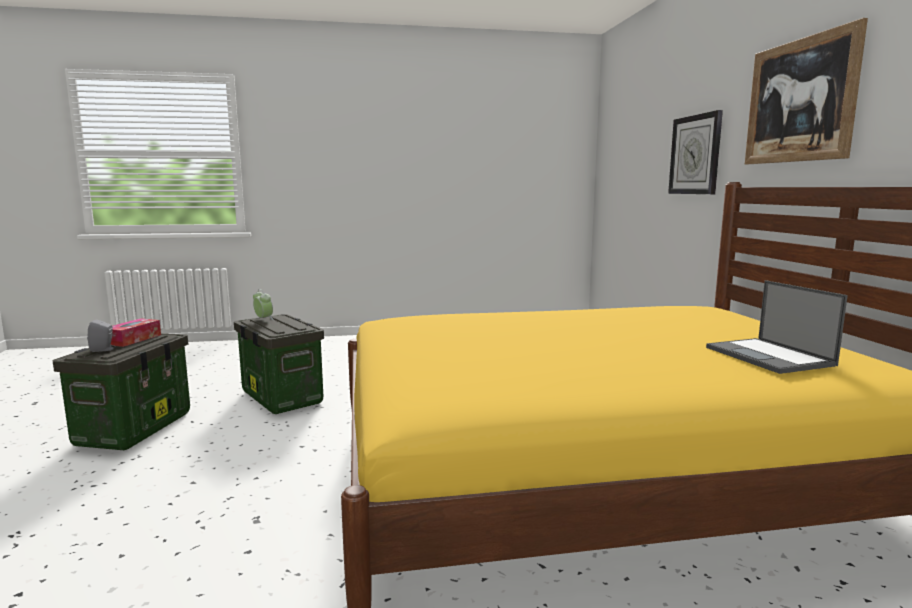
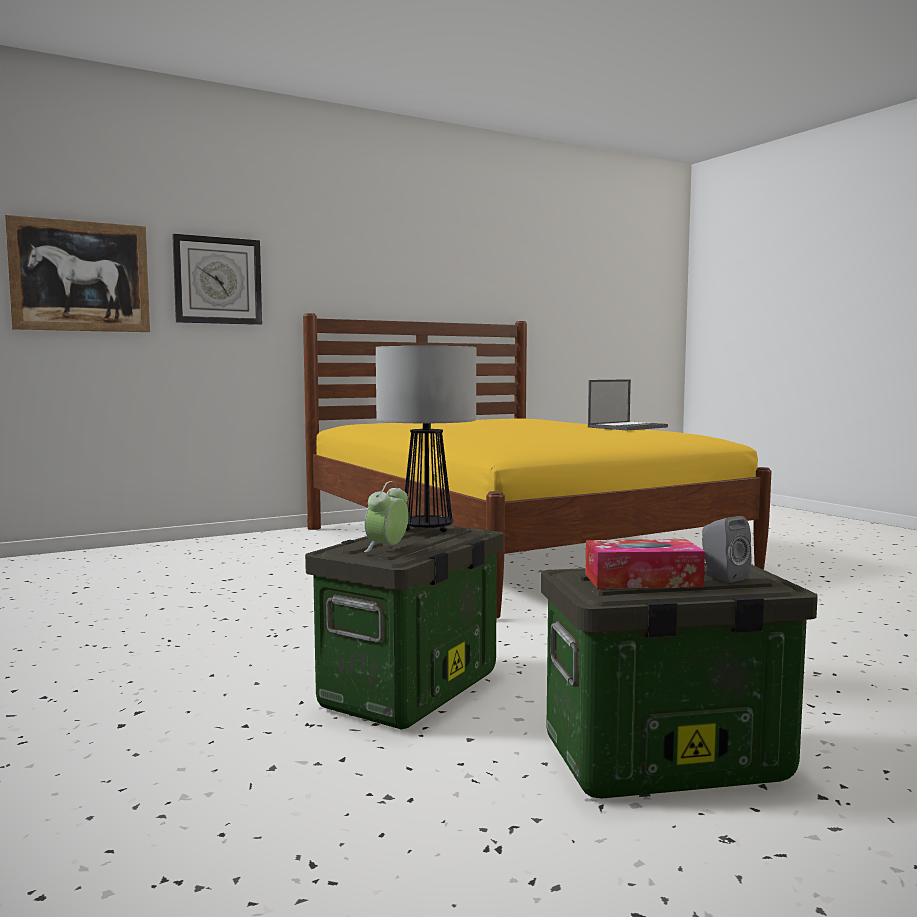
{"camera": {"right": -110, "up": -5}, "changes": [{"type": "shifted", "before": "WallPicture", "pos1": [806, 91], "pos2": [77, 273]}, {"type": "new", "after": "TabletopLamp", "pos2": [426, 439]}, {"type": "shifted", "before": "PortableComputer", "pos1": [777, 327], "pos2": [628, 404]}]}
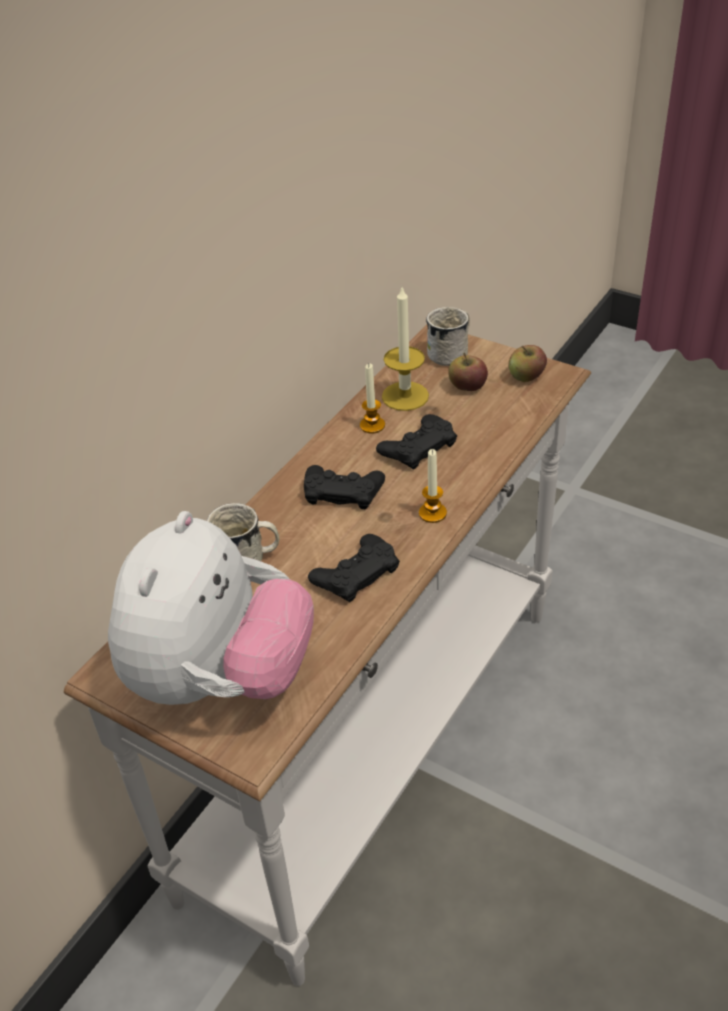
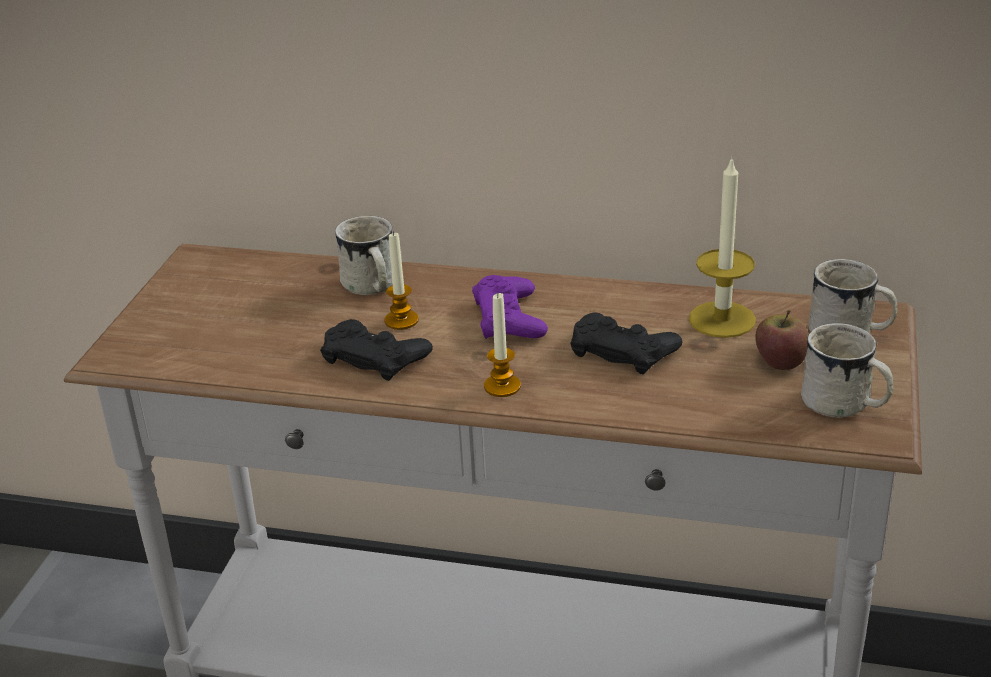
{"camera": {"right": 70, "up": -10}, "changes": [{"type": "shifted", "before": "WaxCandle", "pos1": [372, 398], "pos2": [401, 280]}, {"type": "repainted", "before": "BlackJoypad", "after": "PurpleColouredJoypad", "pos1": [344, 487], "pos2": [510, 307]}, {"type": "swapped", "before": "Apple", "after": "WhiteMug", "pos1": [528, 363], "pos2": [847, 370]}, {"type": "gone", "before": "CuddlyToy", "pos1": [211, 608]}]}
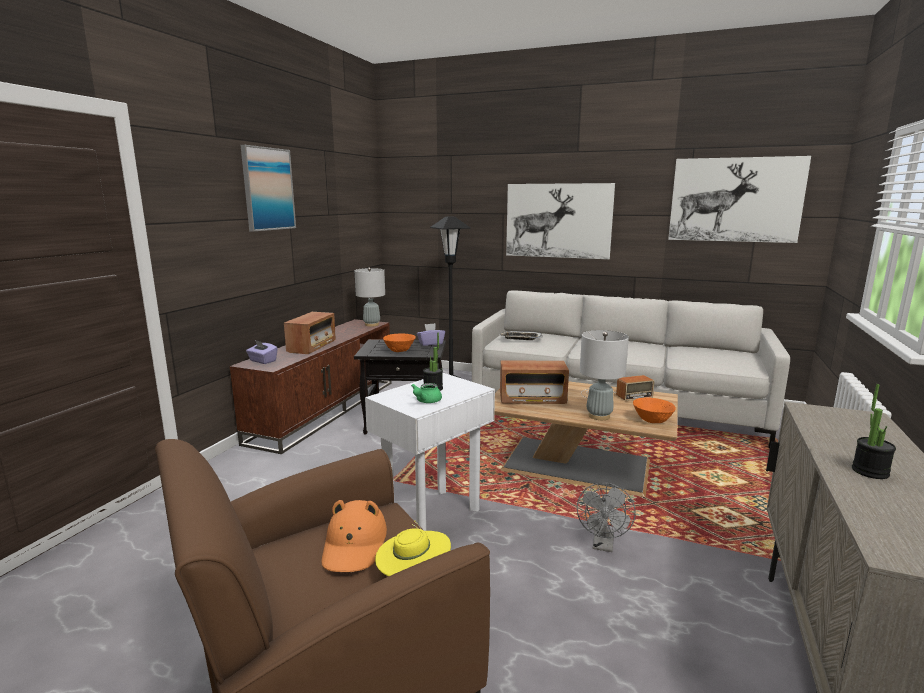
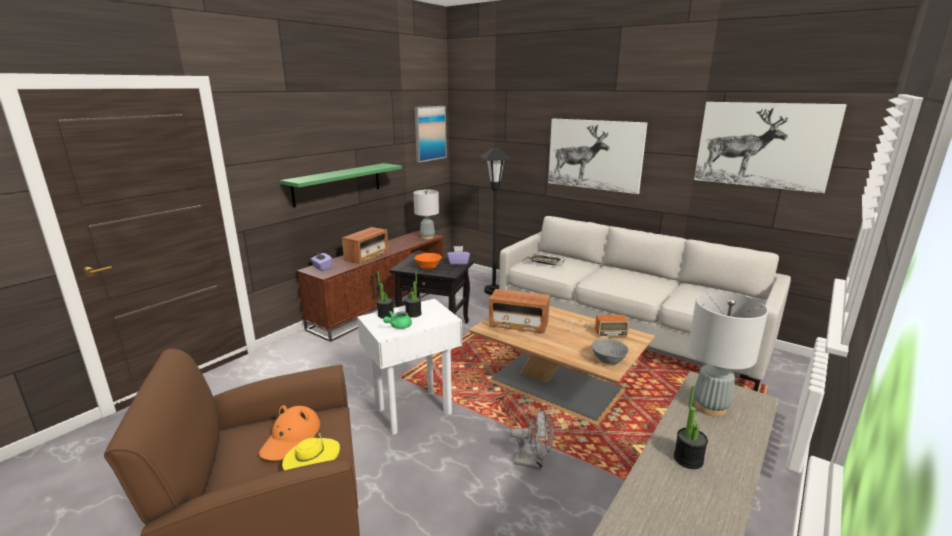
{"camera": {"right": 15, "up": 5}, "changes": [{"type": "new", "after": "GreenColouredWallShelf", "pos2": [341, 185]}, {"type": "new", "after": "Houseplant", "pos2": [385, 295]}, {"type": "shifted", "before": "WallPicture", "pos1": [268, 188], "pos2": [431, 134]}, {"type": "rotated", "before": "GreyishElectricFan", "pos1": [606, 517], "pos2": [532, 440], "turn": -105}, {"type": "repainted", "before": "OrangeServingBowl", "after": "GreyishServingBowl", "pos1": [654, 410], "pos2": [609, 352]}, {"type": "shifted", "before": "GreyishTabletopLamp", "pos1": [604, 375], "pos2": [728, 354]}]}
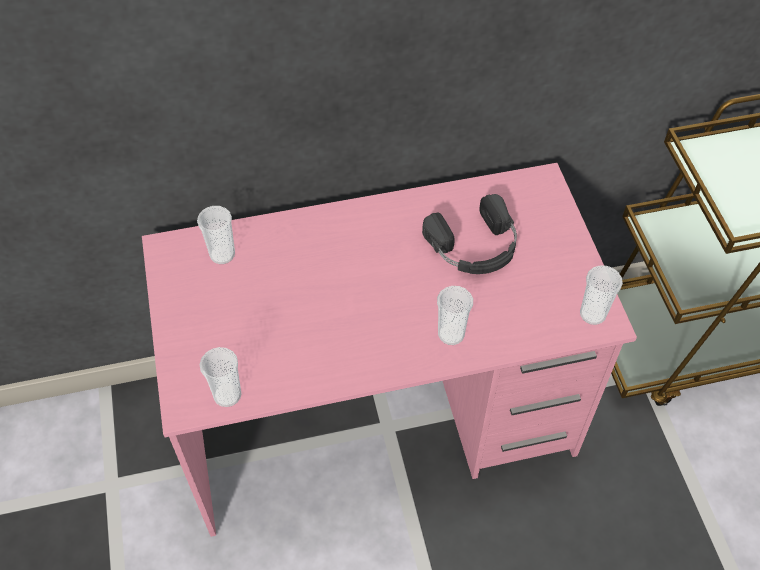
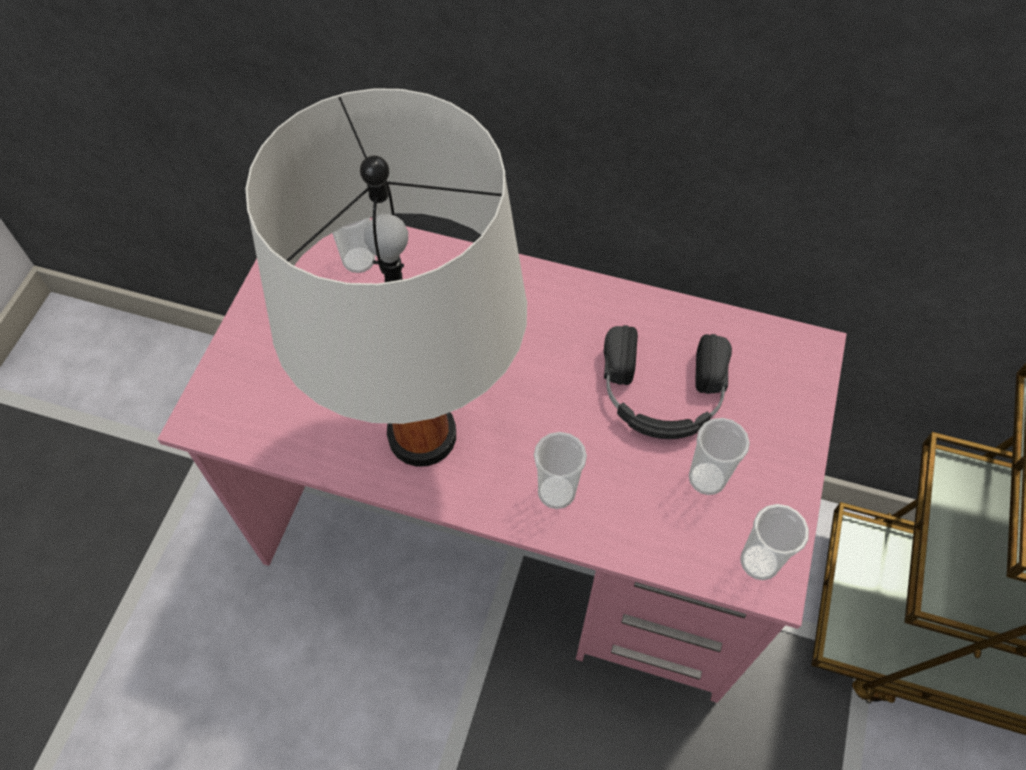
{"camera": {"right": 30, "up": 5}, "changes": [{"type": "new", "after": "WhiteTabletopLamp", "pos2": [386, 277]}, {"type": "shifted", "before": "Cup", "pos1": [220, 377], "pos2": [719, 456]}]}
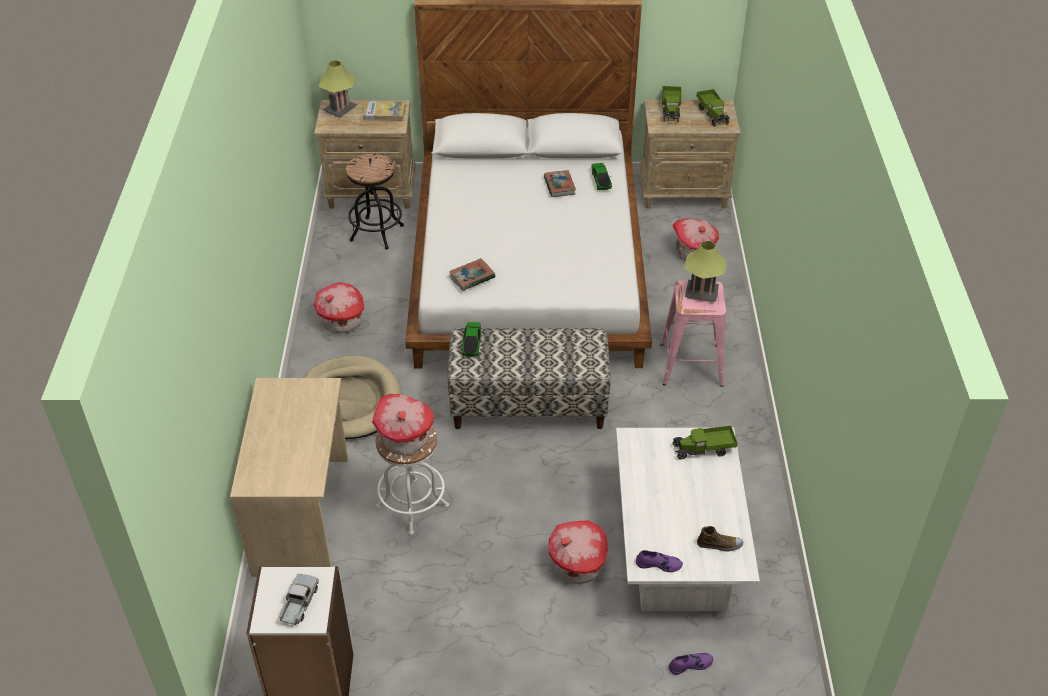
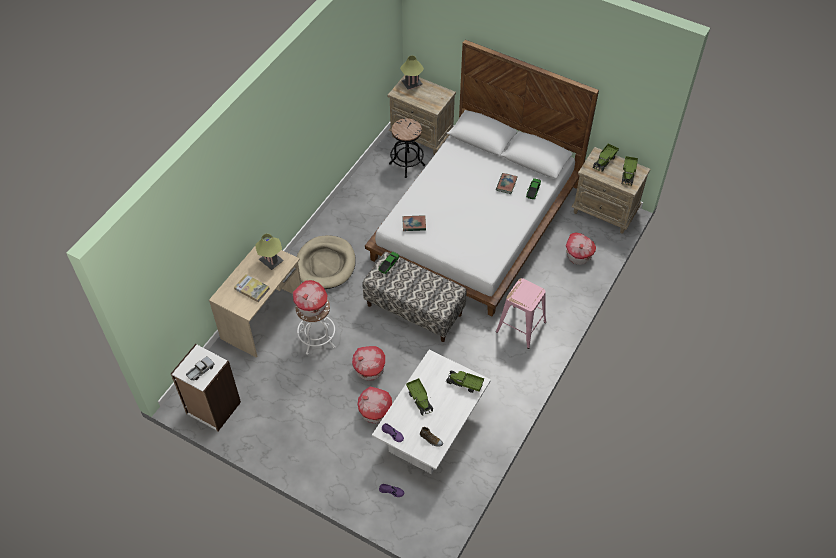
{"camera": {"right": 30, "up": 10}, "changes": [{"type": "shifted", "before": "BoundBook", "pos1": [384, 111], "pos2": [252, 288]}, {"type": "shifted", "before": "TabletopLamp", "pos1": [705, 271], "pos2": [269, 252]}, {"type": "shifted", "before": "MiniatureHouse", "pos1": [339, 307], "pos2": [368, 363]}, {"type": "new", "after": "ModelTruck", "pos2": [419, 397]}]}
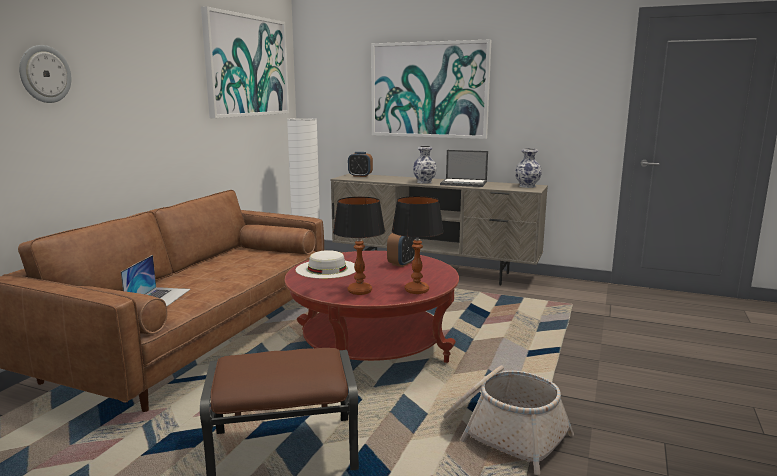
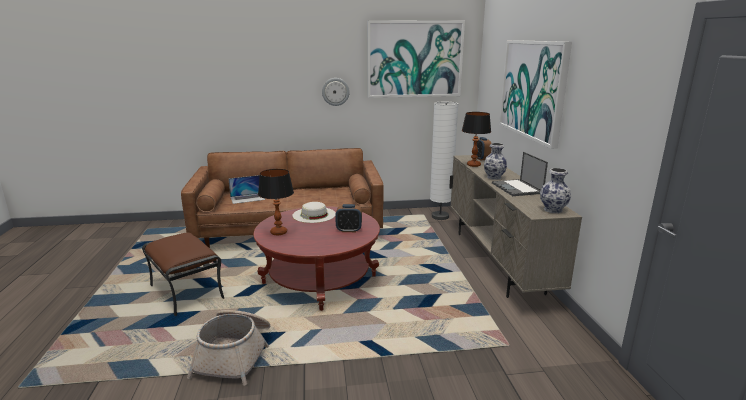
{"camera": {"right": 60, "up": 5}, "changes": [{"type": "shifted", "before": "ClockOnTheWall", "pos1": [45, 74], "pos2": [336, 92]}, {"type": "shifted", "before": "TabletopLamp", "pos1": [418, 245], "pos2": [476, 139]}]}
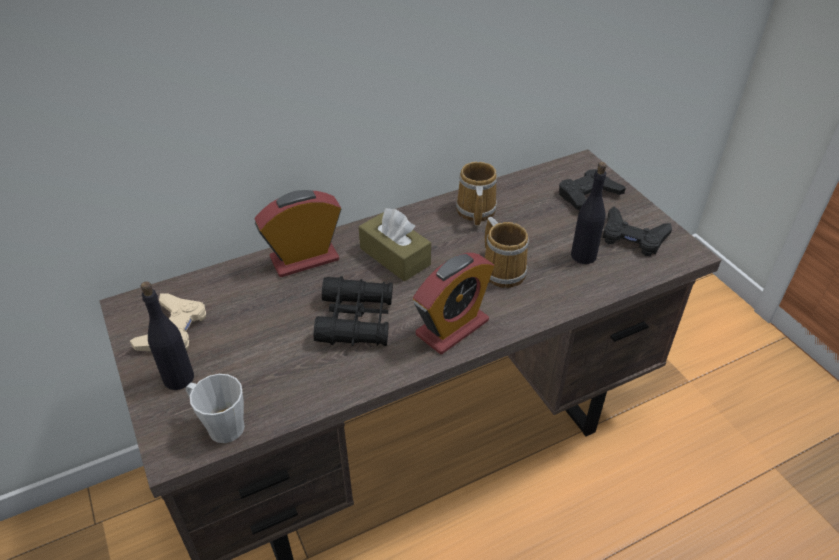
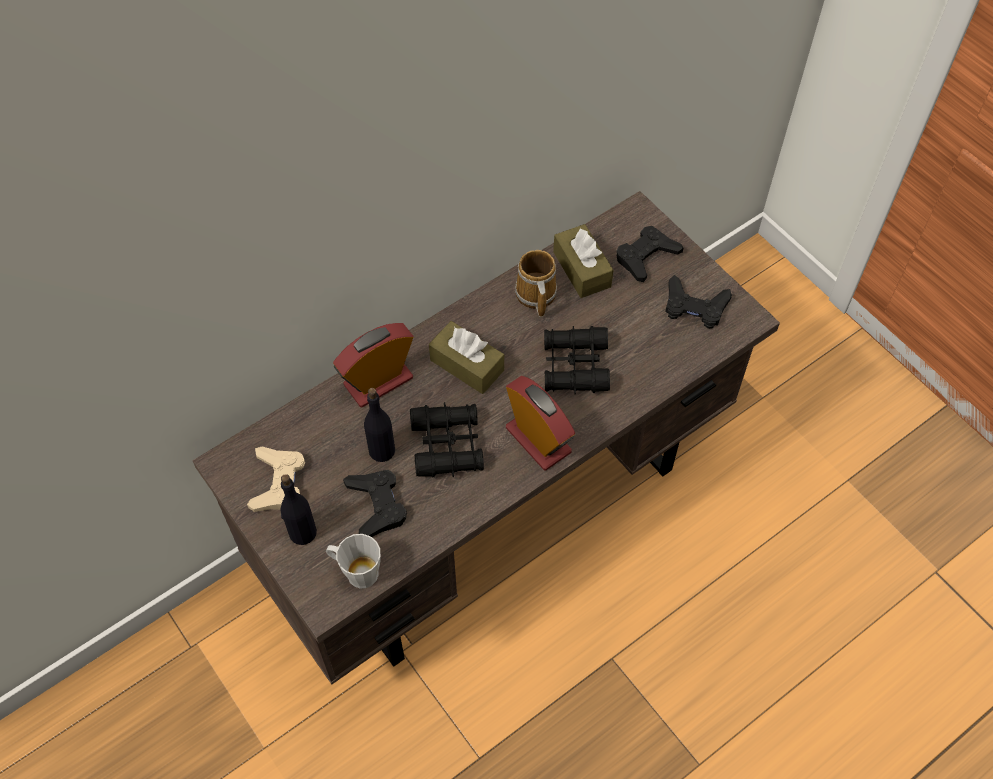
{"camera": {"right": -10, "up": 15}, "changes": [{"type": "new", "after": "BlackJoypad", "pos2": [375, 503]}, {"type": "shifted", "before": "BlackBottle", "pos1": [589, 213], "pos2": [379, 425]}, {"type": "rotated", "before": "TableClock", "pos1": [453, 303], "pos2": [540, 423], "turn": -75}, {"type": "swapped", "before": "Mug", "after": "BlackPairOfBinoculars", "pos1": [507, 252], "pos2": [577, 360]}, {"type": "new", "after": "BrownishBoxOfTissues", "pos2": [583, 261]}]}
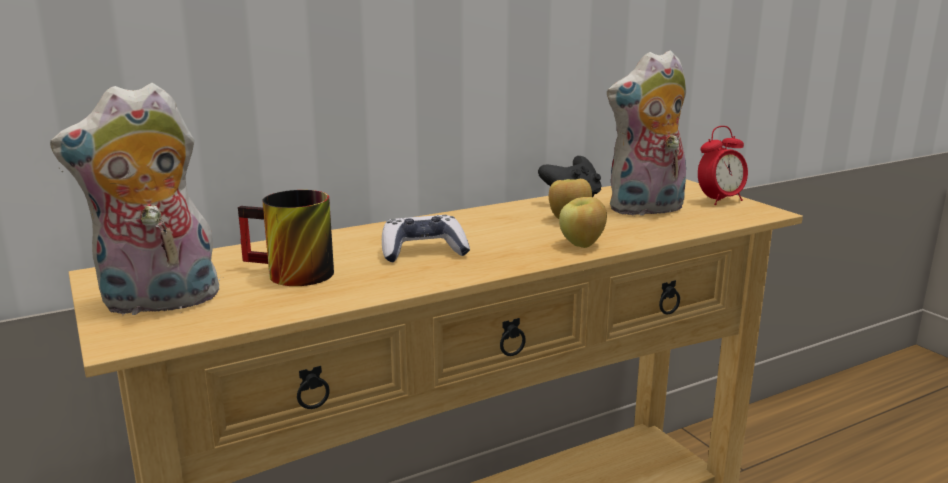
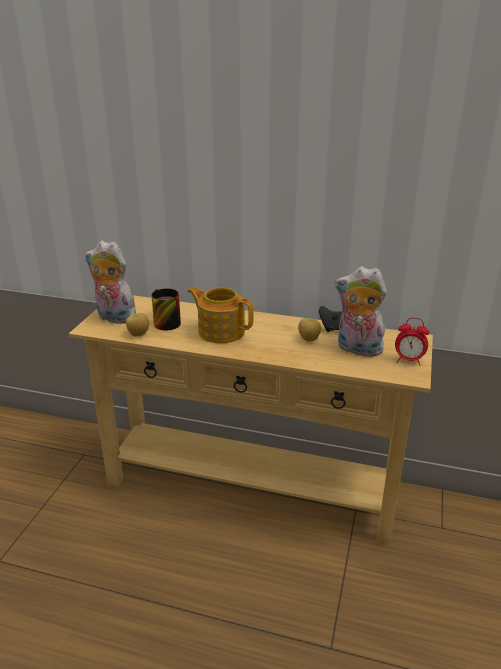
{"camera": {"right": 45, "up": 10}, "changes": [{"type": "shifted", "before": "Apple", "pos1": [583, 222], "pos2": [137, 325]}, {"type": "swapped", "before": "Joypad", "after": "PotForTea", "pos1": [426, 238], "pos2": [221, 315]}]}
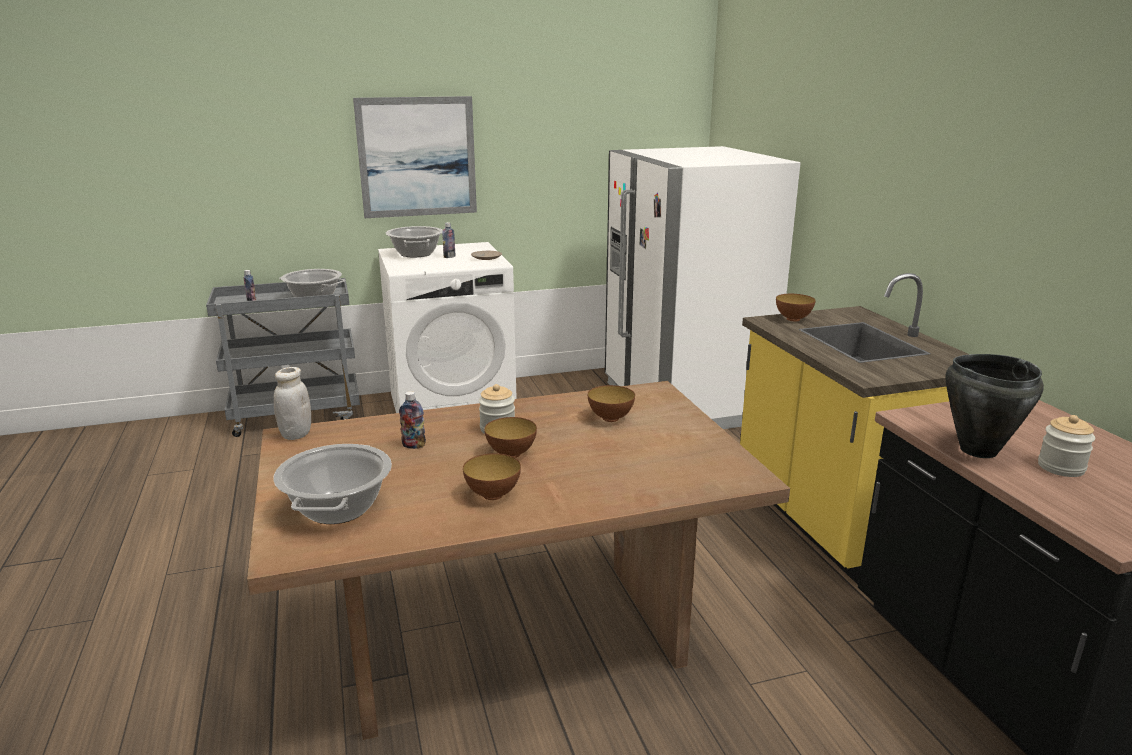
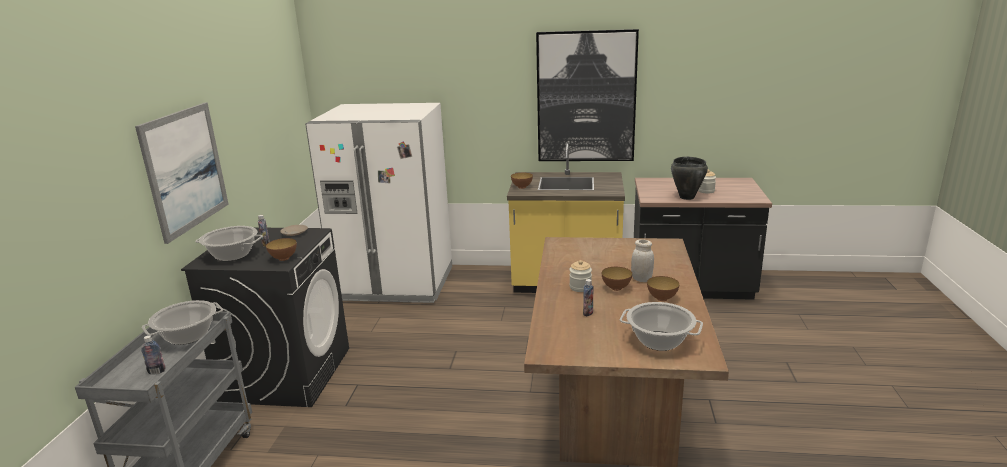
{"camera": {"right": -65, "up": 0}, "changes": [{"type": "repainted", "before": "WhiteLaundryAppliance", "after": "BlackLaundryAppliance", "pos1": [447, 327], "pos2": [265, 317]}, {"type": "shifted", "before": "ServingBowl", "pos1": [611, 403], "pos2": [281, 249]}, {"type": "new", "after": "WallPicture", "pos2": [587, 95]}, {"type": "shifted", "before": "WhiteJar", "pos1": [292, 403], "pos2": [642, 260]}]}
